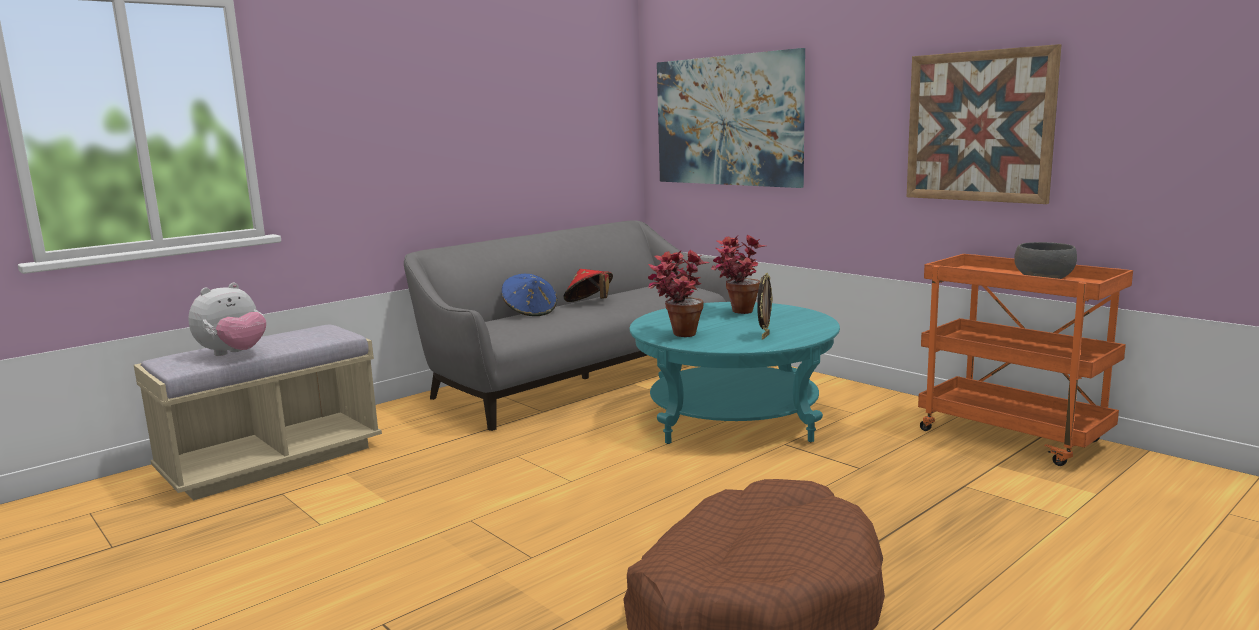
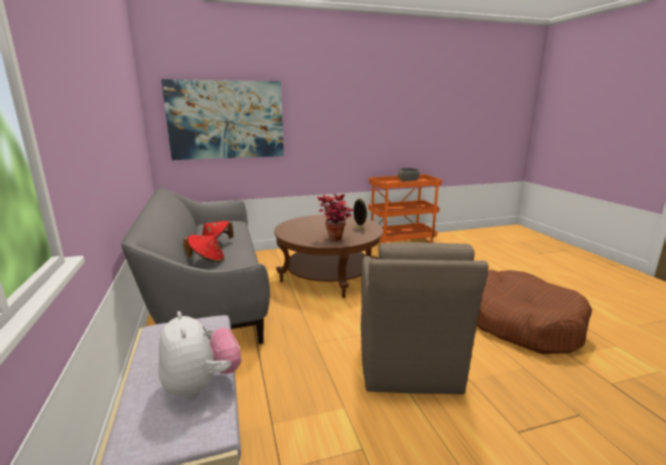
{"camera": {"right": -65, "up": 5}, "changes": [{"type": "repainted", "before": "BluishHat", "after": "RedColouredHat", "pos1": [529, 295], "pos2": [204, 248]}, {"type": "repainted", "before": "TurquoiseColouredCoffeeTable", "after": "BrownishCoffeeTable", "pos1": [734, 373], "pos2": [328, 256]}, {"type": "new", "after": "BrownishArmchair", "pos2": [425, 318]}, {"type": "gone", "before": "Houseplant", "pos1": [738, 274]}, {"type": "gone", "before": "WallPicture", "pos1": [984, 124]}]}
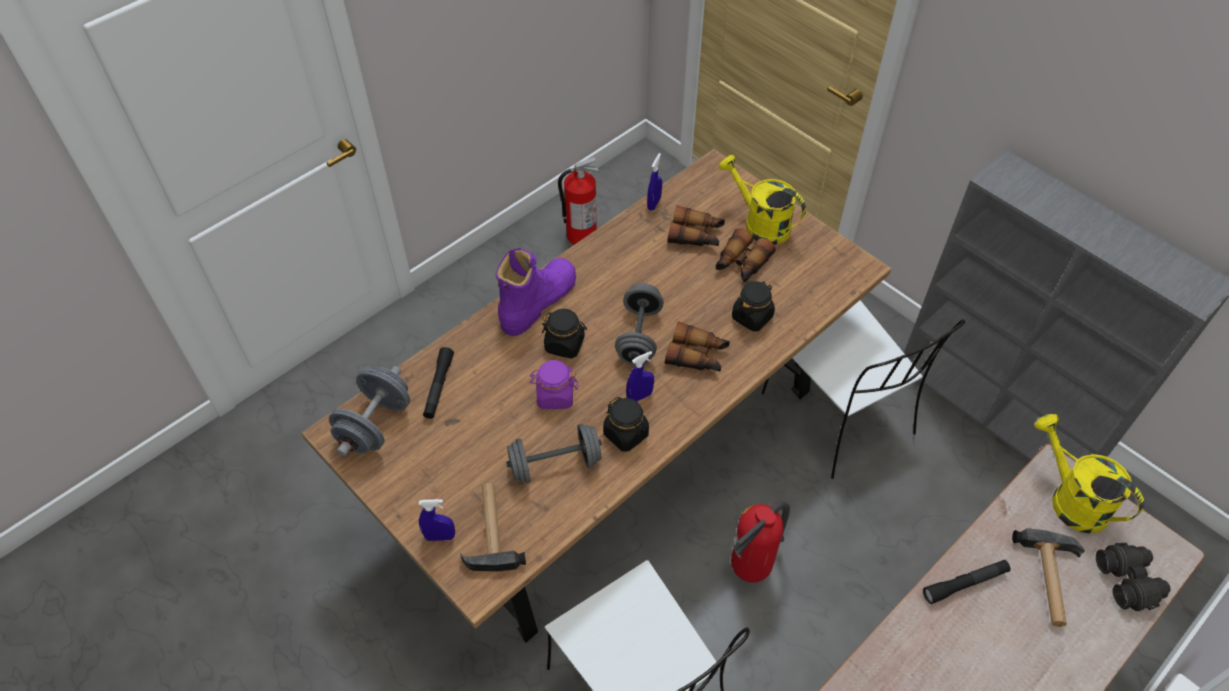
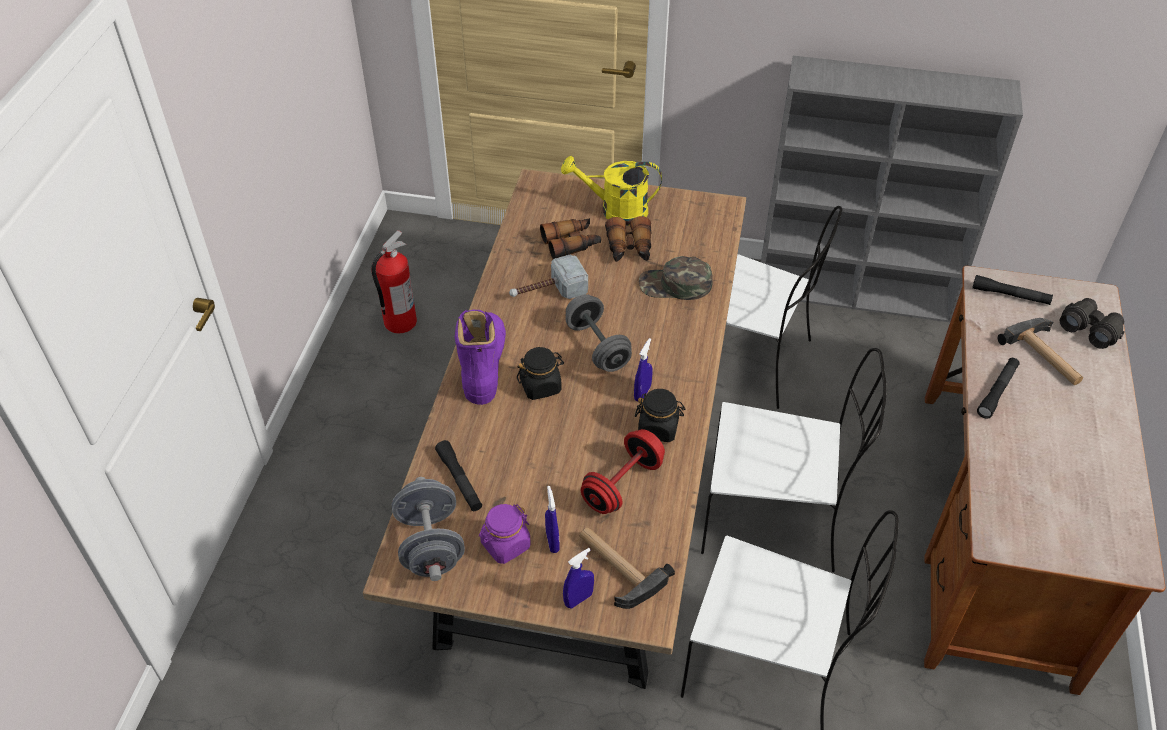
{"camera": {"right": -35, "up": -5}, "changes": [{"type": "shifted", "before": "PurpleColouredJar", "pos1": [554, 384], "pos2": [505, 534]}, {"type": "new", "after": "HandHammer", "pos2": [548, 277]}, {"type": "shifted", "before": "BluishSprayBottle", "pos1": [654, 182], "pos2": [552, 519]}, {"type": "repainted", "before": "GreyishFreeWeight", "after": "RedColouredFreeWeight", "pos1": [554, 453], "pos2": [623, 471]}, {"type": "swapped", "before": "BlackJar", "after": "GreenColouredBaseballCap", "pos1": [753, 306], "pos2": [676, 278]}, {"type": "swapped", "before": "Extinguisher", "after": "WhitePlainChair", "pos1": [760, 541], "pos2": [793, 460]}, {"type": "swapped", "before": "YellowColouredWateringPot", "after": "BlackTorch", "pos1": [1089, 474], "pos2": [1013, 290]}, {"type": "gone", "before": "PairOfBinoculars", "pos1": [697, 346]}]}
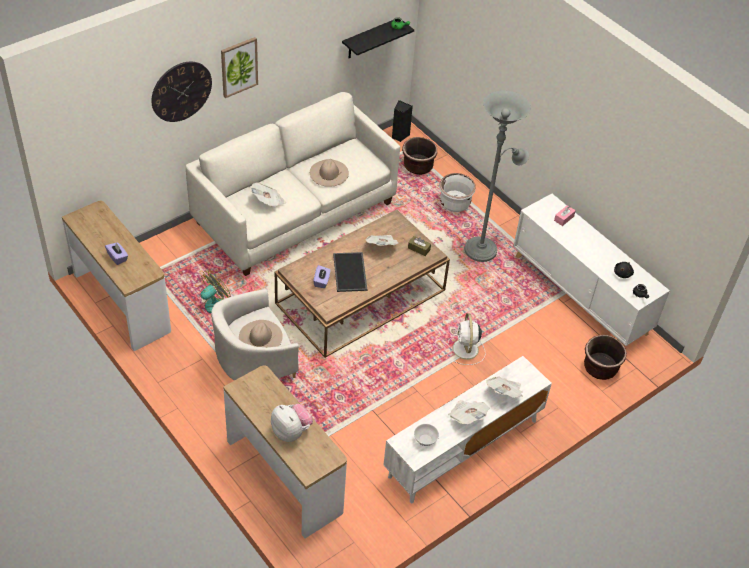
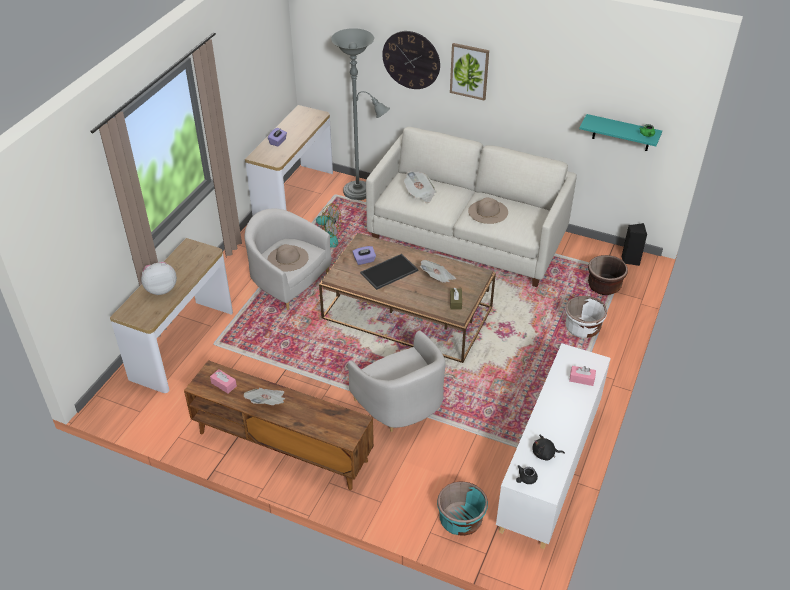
{"camera": {"right": 65, "up": -5}, "changes": [{"type": "rotated", "before": "CuddlyToy", "pos1": [292, 423], "pos2": [159, 278], "turn": -135}, {"type": "repainted", "before": "WhiteTvStand", "after": "BrownishTvStand", "pos1": [467, 429], "pos2": [279, 425]}, {"type": "swapped", "before": "ServingBowl", "after": "PinkBoxOfTissues", "pos1": [426, 435], "pos2": [223, 381]}, {"type": "shifted", "before": "GreyishFloorLamp", "pos1": [498, 176], "pos2": [360, 114]}, {"type": "swapped", "before": "WhiteElectricFan", "after": "WhiteArmchair", "pos1": [467, 339], "pos2": [397, 381]}, {"type": "repainted", "before": "BrownishPlantPot", "after": "TurquoiseColouredPlantPot", "pos1": [605, 357], "pos2": [462, 508]}, {"type": "repainted", "before": "BlackWallShelf", "after": "TurquoiseColouredWallShelf", "pos1": [378, 39], "pos2": [620, 132]}, {"type": "gone", "before": "PrintedPaper", "pos1": [504, 387]}]}
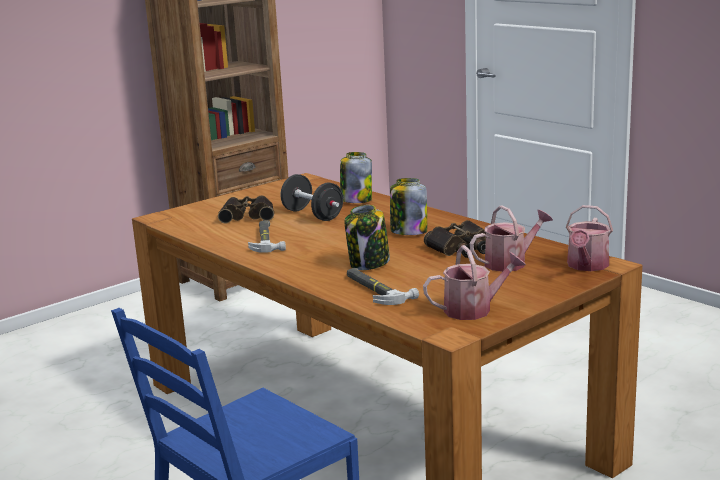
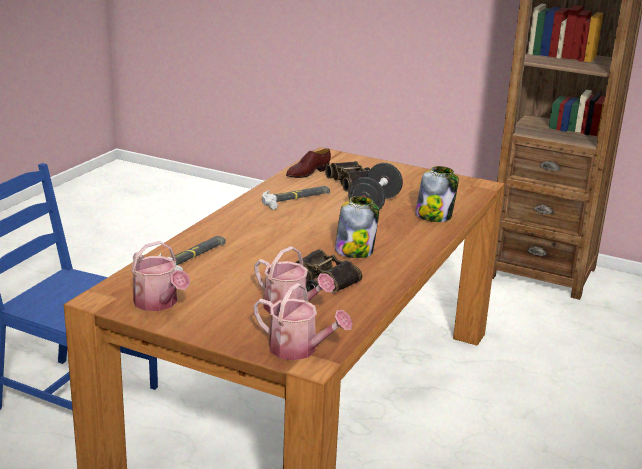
{"camera": {"right": 65, "up": 5}, "changes": [{"type": "rotated", "before": "WateringPot", "pos1": [589, 238], "pos2": [303, 321], "turn": -150}, {"type": "new", "after": "BrownishShoe", "pos2": [308, 163]}, {"type": "gone", "before": "Jar", "pos1": [367, 237]}]}
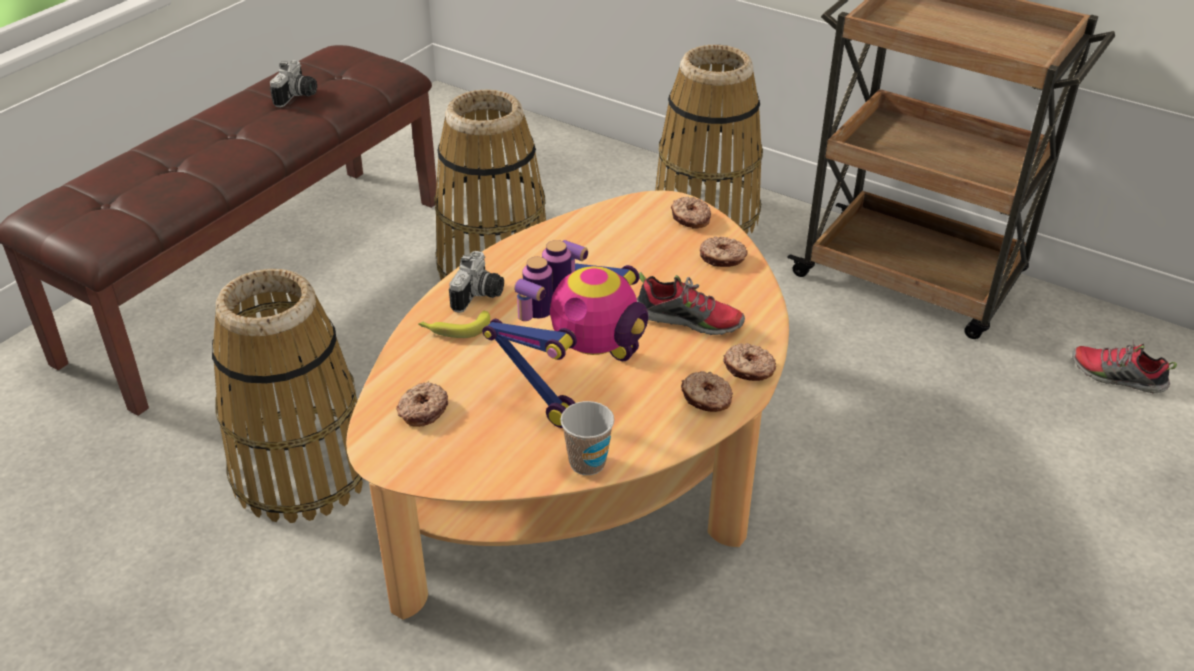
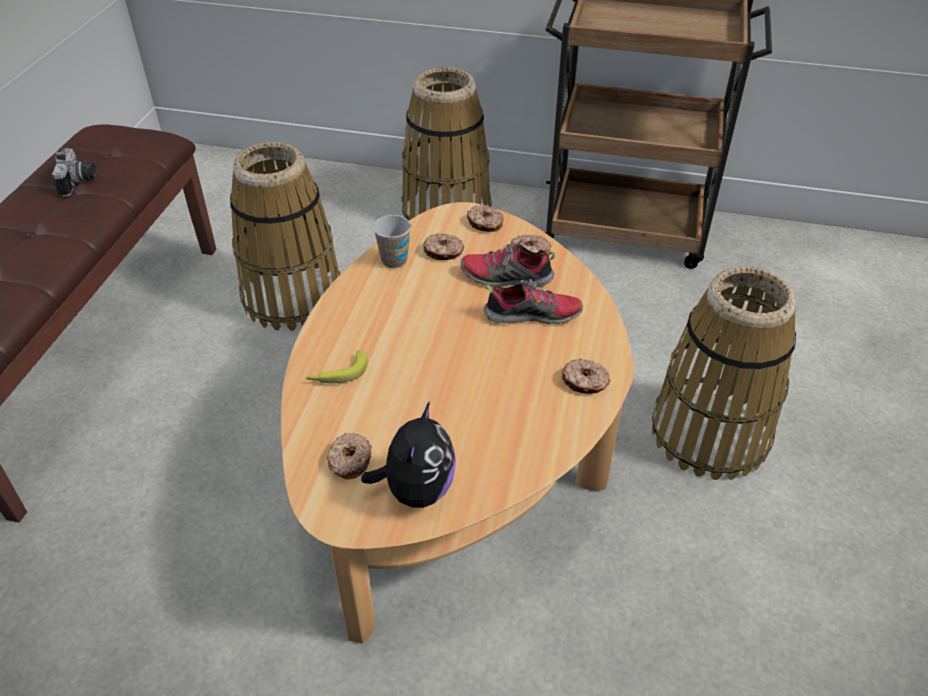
{"camera": {"right": -20, "up": 5}, "changes": [{"type": "new", "after": "CuddlyToy", "pos2": [408, 454]}, {"type": "shifted", "before": "Cup", "pos1": [587, 438], "pos2": [392, 241]}, {"type": "shifted", "before": "Doughnut", "pos1": [749, 362], "pos2": [443, 246]}, {"type": "shifted", "before": "Shoe", "pos1": [1124, 366], "pos2": [508, 263]}, {"type": "shifted", "before": "Basket", "pos1": [287, 396], "pos2": [724, 373]}, {"type": "gone", "before": "PhotoCamera", "pos1": [476, 282]}, {"type": "gone", "before": "RobotFigure", "pos1": [565, 334]}]}
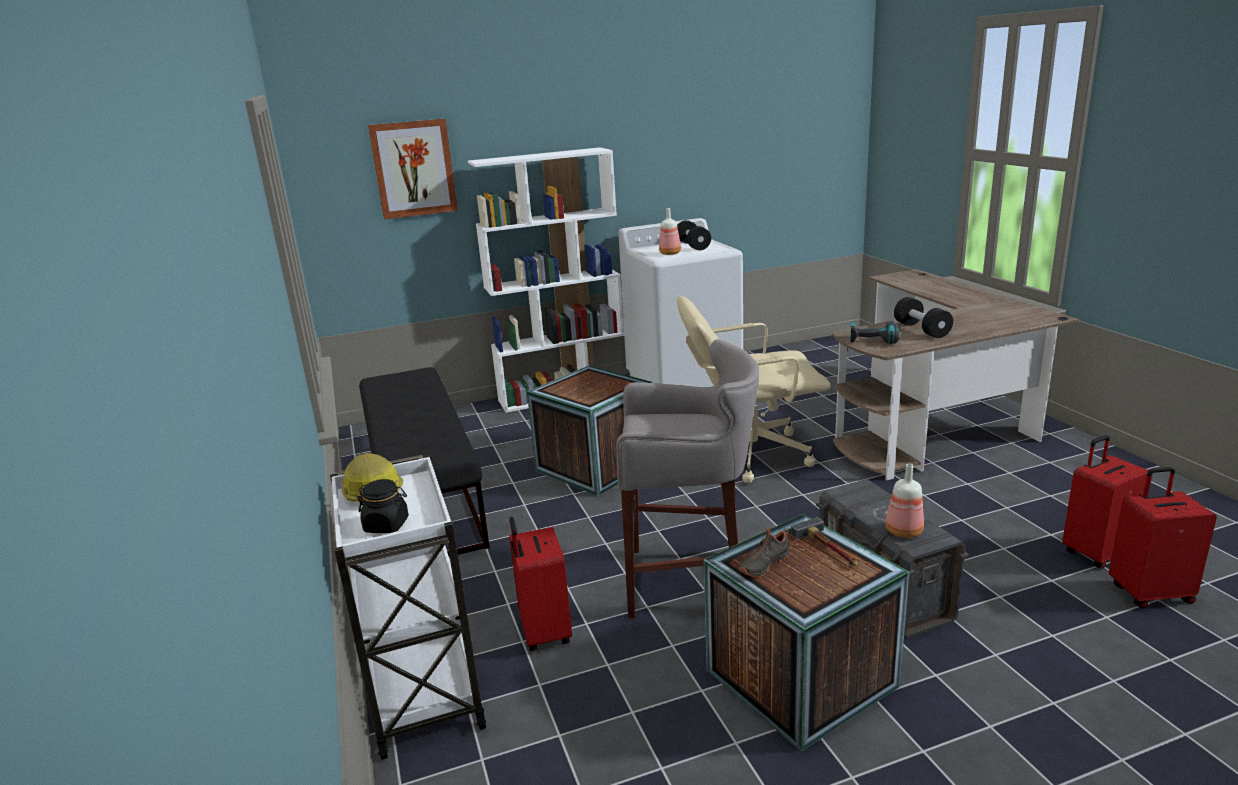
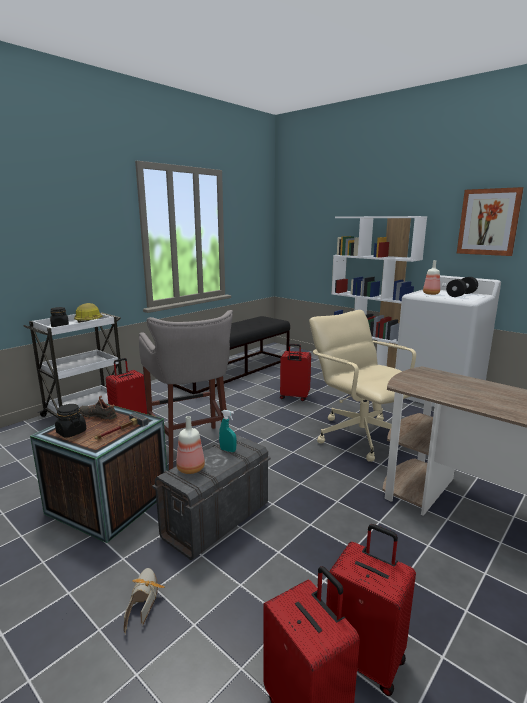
{"camera": {"right": 60, "up": -5}, "changes": [{"type": "new", "after": "BlackJar", "pos2": [71, 421]}, {"type": "new", "after": "Shoe", "pos2": [144, 601]}, {"type": "new", "after": "TurquoiseColouredSprayBottle", "pos2": [228, 431]}, {"type": "swapped", "before": "Crate", "after": "RedColouredSuitcase", "pos1": [590, 430], "pos2": [295, 372]}, {"type": "shifted", "before": "WallPicture", "pos1": [413, 169], "pos2": [490, 221]}, {"type": "gone", "before": "Drill", "pos1": [874, 332]}, {"type": "gone", "before": "BlackFreeWeight", "pos1": [923, 317]}]}
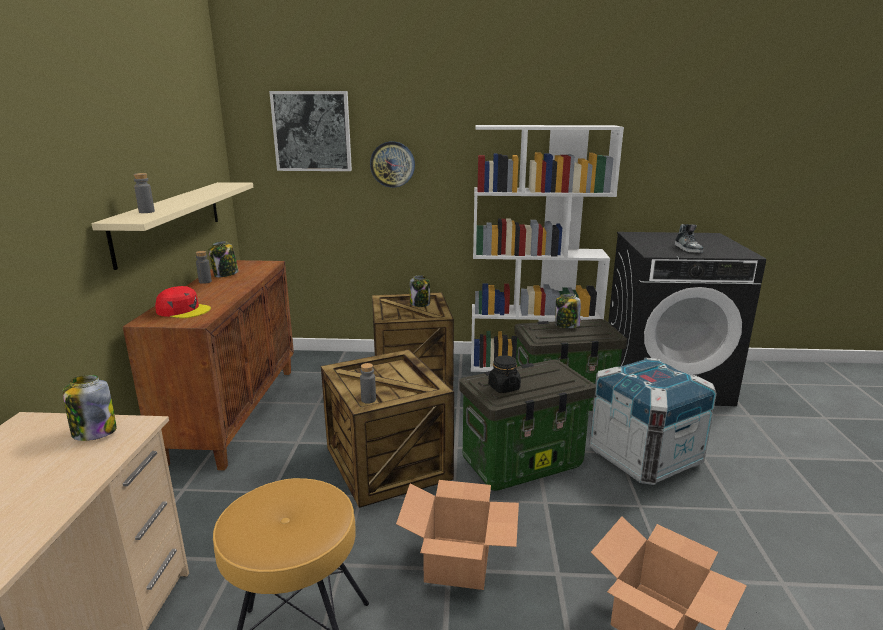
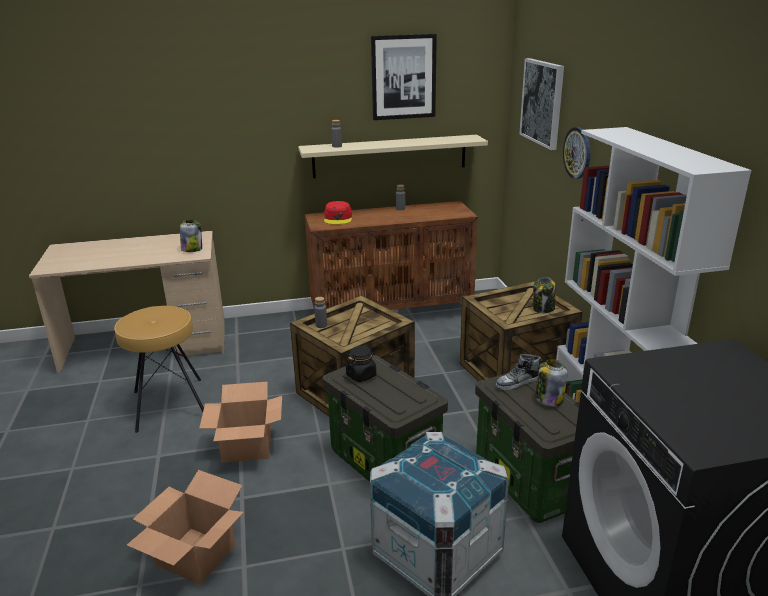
{"camera": {"right": 75, "up": 5}, "changes": [{"type": "new", "after": "WallPicture", "pos2": [404, 77]}, {"type": "shifted", "before": "Shoe", "pos1": [689, 238], "pos2": [519, 372]}, {"type": "gone", "before": "Jar", "pos1": [223, 259]}]}
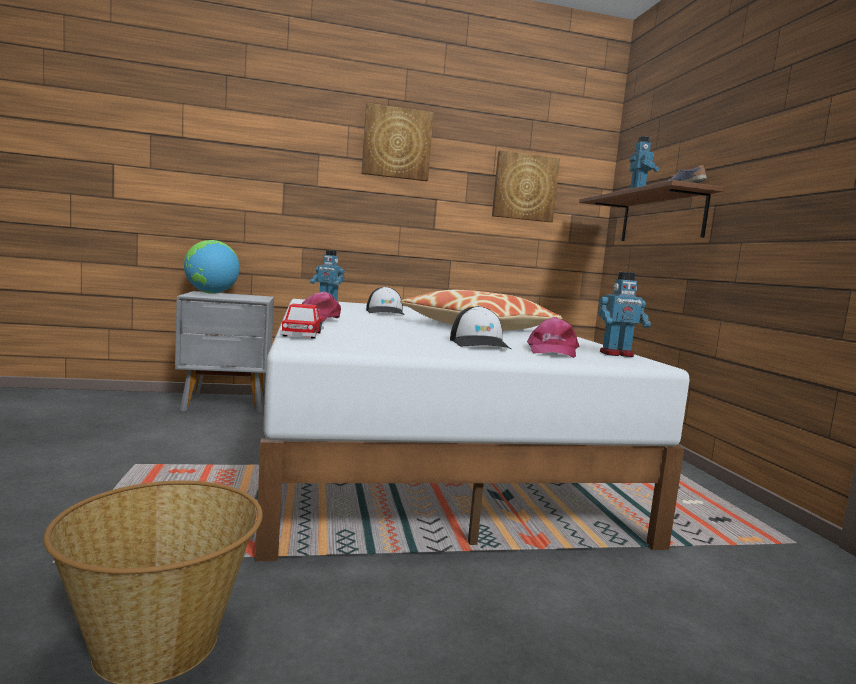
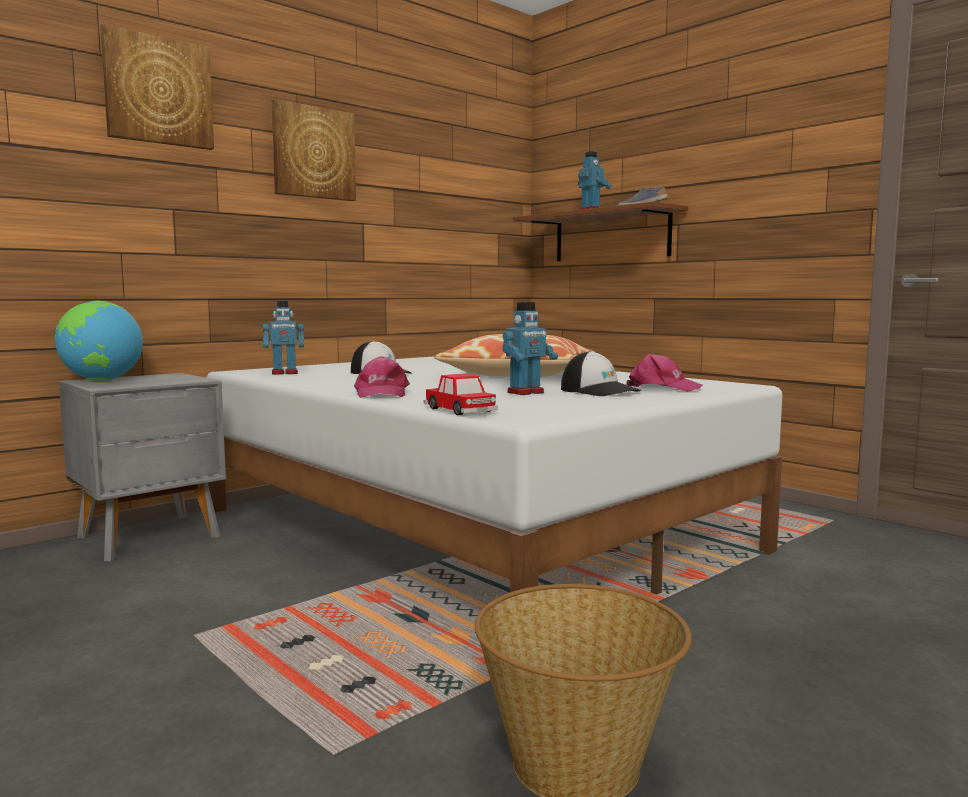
{"camera": {"right": -30, "up": 0}, "changes": [{"type": "shifted", "before": "WallPicture", "pos1": [526, 186], "pos2": [157, 87]}, {"type": "shifted", "before": "RobotFigure", "pos1": [624, 314], "pos2": [530, 348]}, {"type": "rotated", "before": "PinkBaseballCap", "pos1": [553, 337], "pos2": [664, 372], "turn": -45}]}
